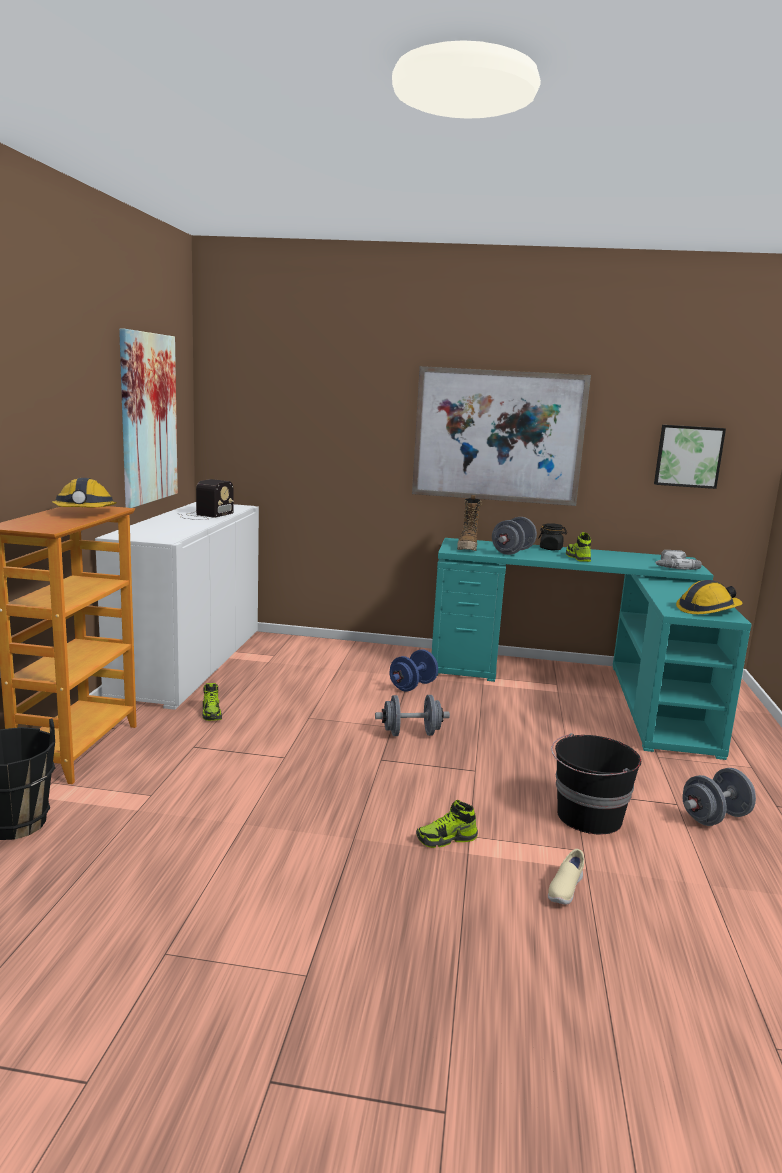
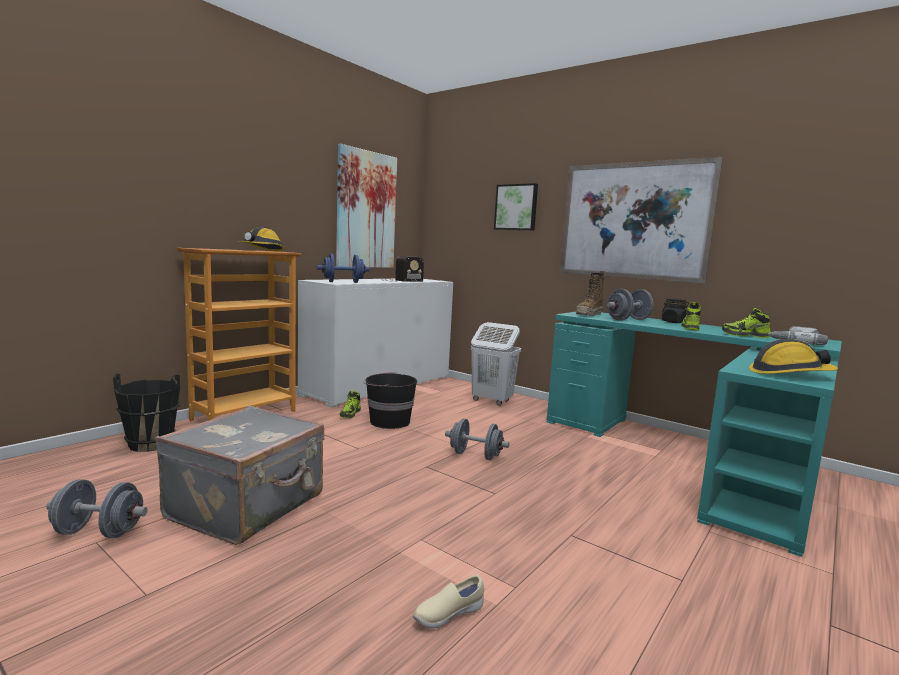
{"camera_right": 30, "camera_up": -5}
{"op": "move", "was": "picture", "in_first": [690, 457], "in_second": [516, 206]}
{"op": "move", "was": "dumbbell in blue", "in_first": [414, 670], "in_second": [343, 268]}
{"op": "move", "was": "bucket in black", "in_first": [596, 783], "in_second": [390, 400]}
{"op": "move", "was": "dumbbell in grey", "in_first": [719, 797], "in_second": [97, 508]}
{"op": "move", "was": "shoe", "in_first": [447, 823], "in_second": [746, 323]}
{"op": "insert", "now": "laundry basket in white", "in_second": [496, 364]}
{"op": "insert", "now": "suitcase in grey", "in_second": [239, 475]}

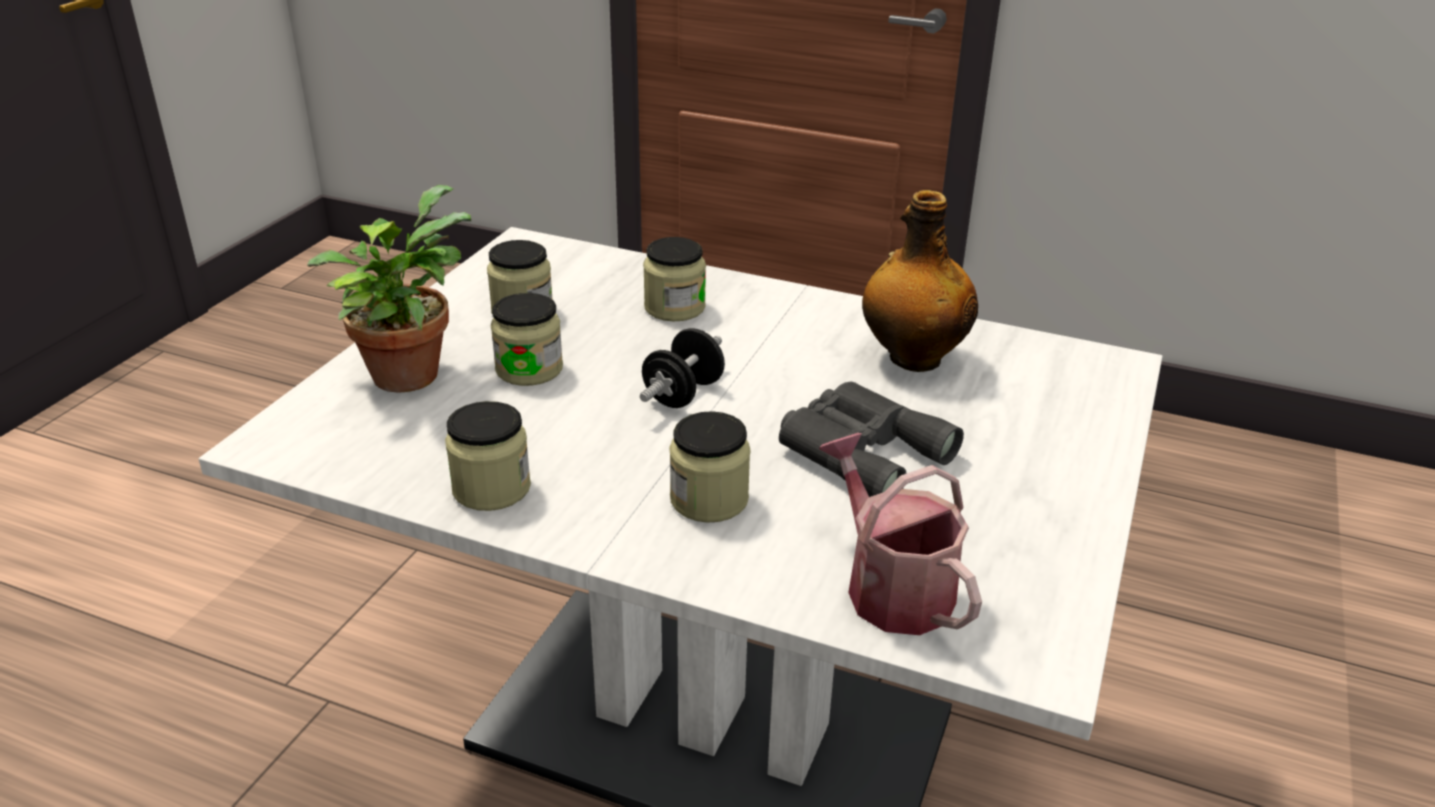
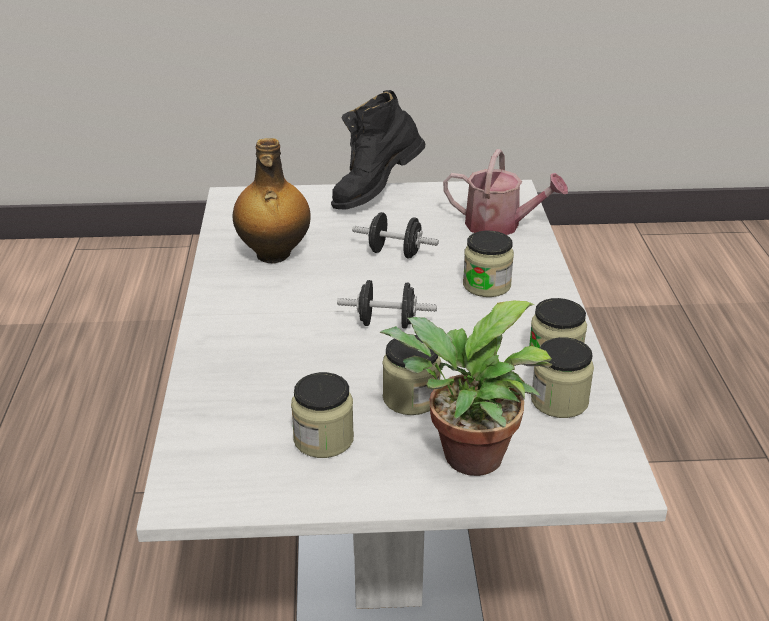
{"camera_right": -115, "camera_up": 0}
{"op": "move", "was": "jar", "in_first": [674, 279], "in_second": [562, 377]}
{"op": "replace", "was": "binoculars in grey", "now": "dumbbell in black", "in_first": [871, 439], "in_second": [395, 235]}
{"op": "rotate", "was": "watering can", "in_first": [900, 534], "in_second": [505, 192], "clockwise": -105}
{"op": "insert", "now": "boot in black", "in_second": [378, 149]}

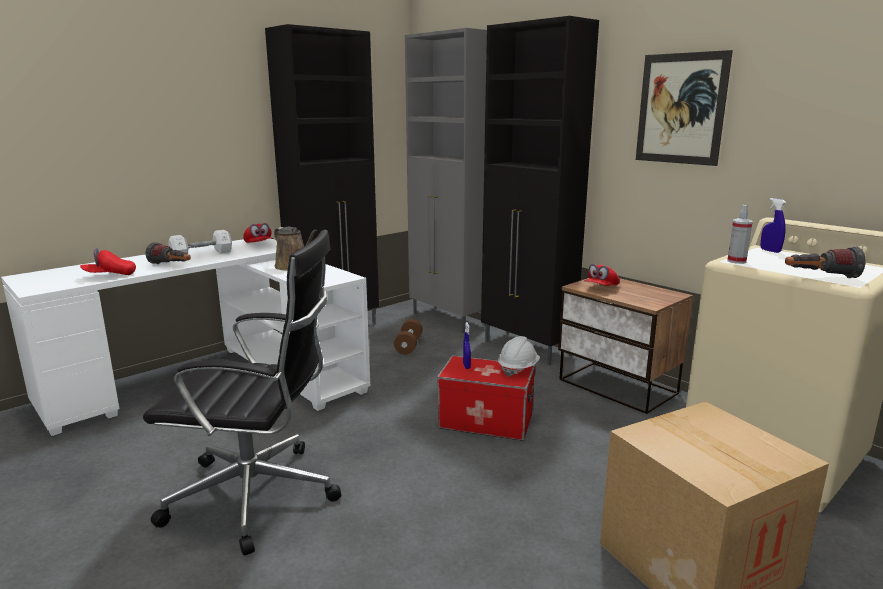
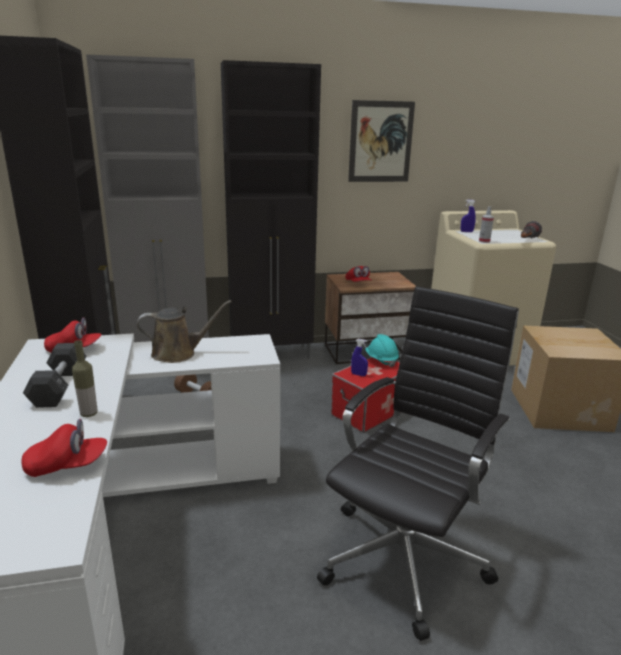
{"camera_right": -60, "camera_up": 5}
{"op": "recolor", "was": "dumbbell in white", "now": "dumbbell in black", "in_first": [200, 241], "in_second": [55, 375]}
{"op": "replace", "was": "flashlight", "now": "bottle", "in_first": [168, 253], "in_second": [84, 378]}
{"op": "rotate", "was": "cap in red", "in_first": [108, 261], "in_second": [64, 448], "clockwise": -105}
{"op": "recolor", "was": "hard hat in white", "now": "hard hat in turquoise", "in_first": [519, 356], "in_second": [382, 351]}

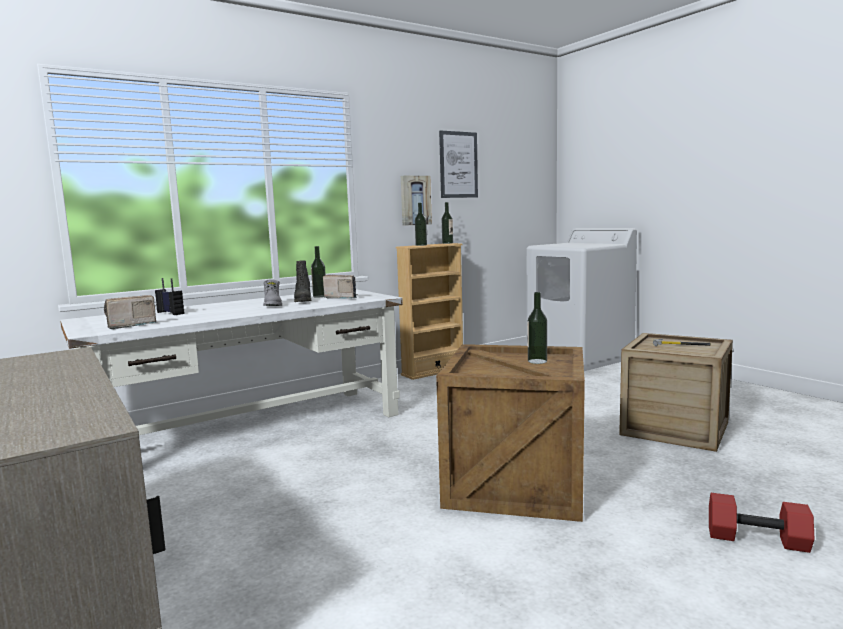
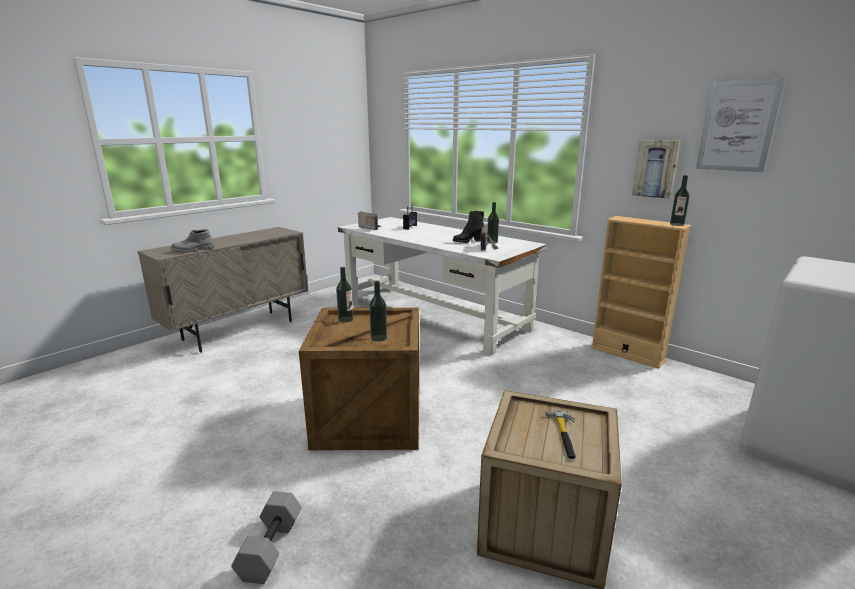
{"camera_right": 75, "camera_up": 10}
{"op": "move", "was": "bottle", "in_first": [421, 224], "in_second": [344, 295]}
{"op": "move", "was": "boot in grey", "in_first": [272, 293], "in_second": [192, 241]}
{"op": "recolor", "was": "dumbbell in red", "now": "dumbbell in grey", "in_first": [761, 523], "in_second": [266, 537]}

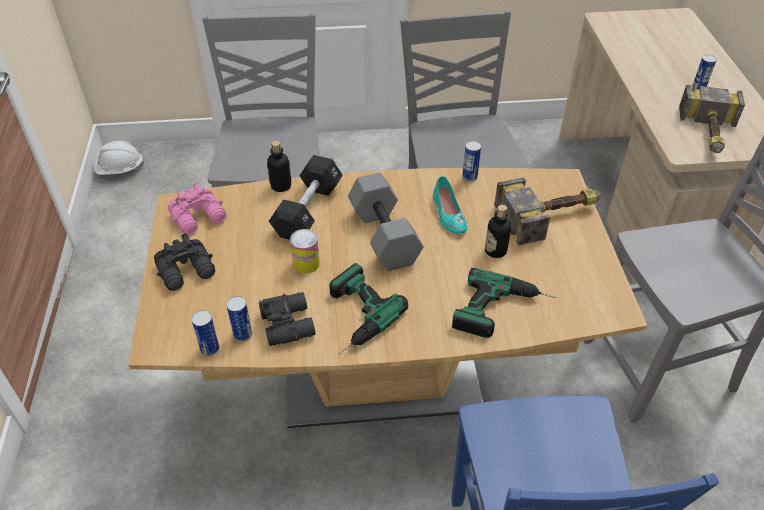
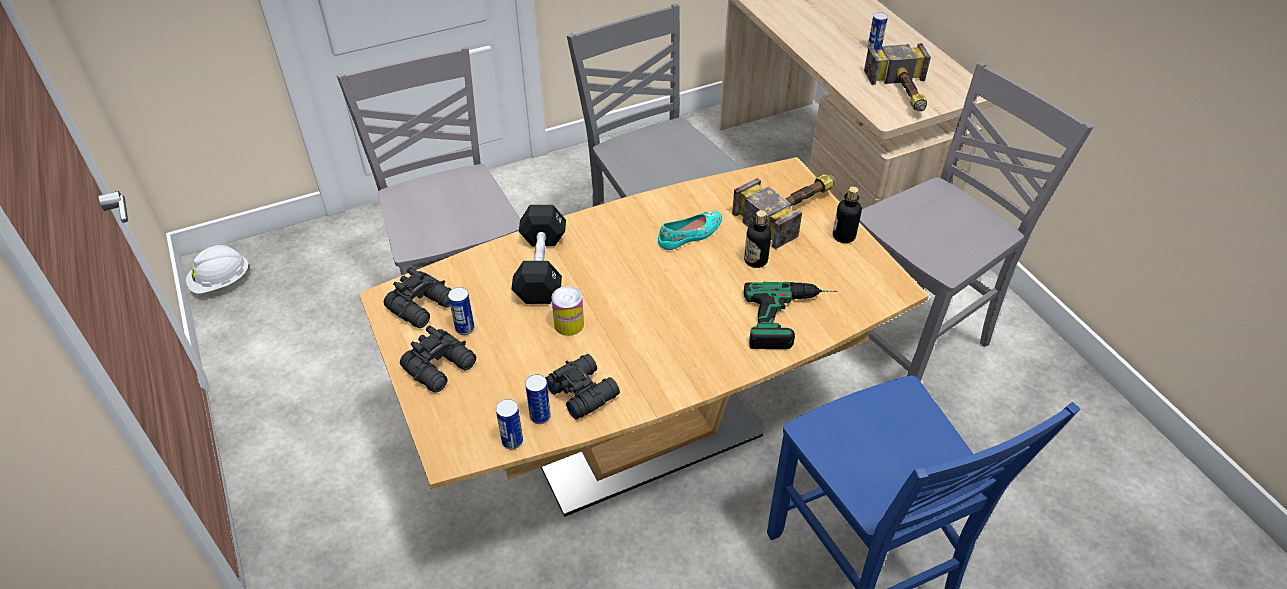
{"camera_right": -20, "camera_up": 0}
{"op": "move", "was": "bottle", "in_first": [279, 166], "in_second": [847, 214]}
{"op": "move", "was": "can", "in_first": [471, 161], "in_second": [461, 311]}
{"op": "delete", "was": "dumbbell in grey", "in_first": [386, 222]}
{"op": "rotate", "was": "shoe in turquoise", "in_first": [450, 205], "in_second": [690, 230], "clockwise": -90}
{"op": "recolor", "was": "binoculars in pink", "now": "binoculars in black", "in_first": [197, 209], "in_second": [418, 297]}
{"op": "delete", "was": "power drill", "in_first": [368, 308]}

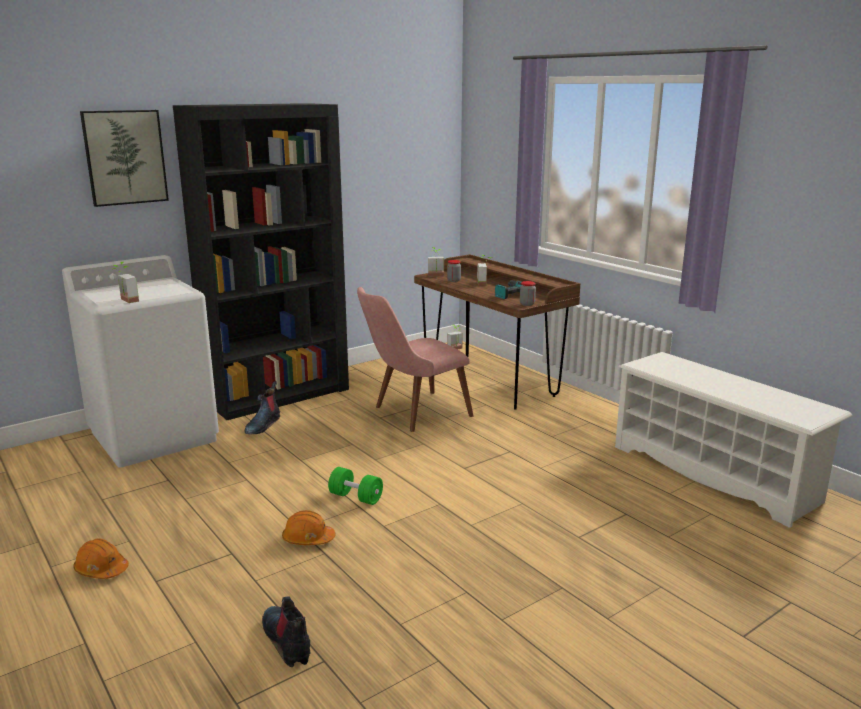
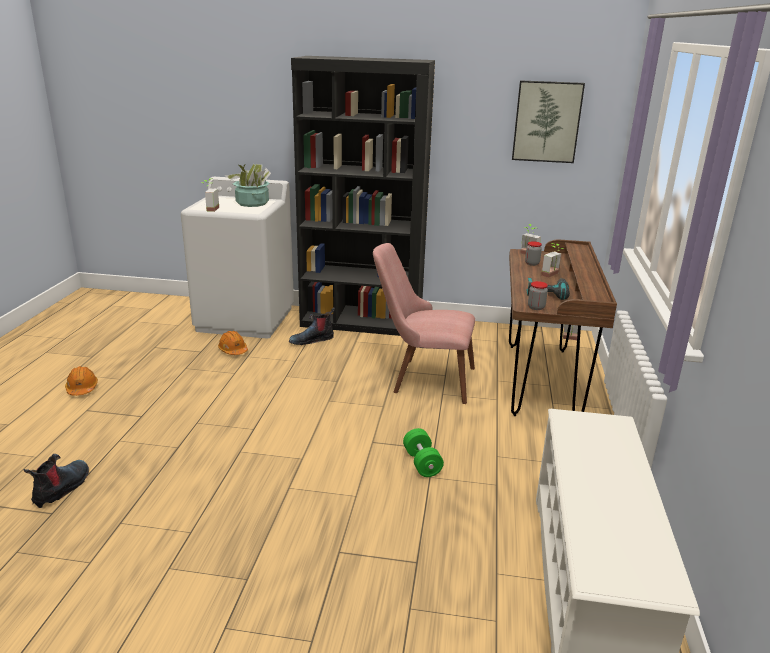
{"camera_right": 45, "camera_up": 5}
{"op": "move", "was": "picture", "in_first": [124, 158], "in_second": [548, 121]}
{"op": "move", "was": "dumbbell in green", "in_first": [355, 486], "in_second": [423, 452]}
{"op": "move", "was": "hard hat in orange", "in_first": [309, 527], "in_second": [233, 343]}
{"op": "insert", "now": "potted plant", "in_second": [248, 185]}

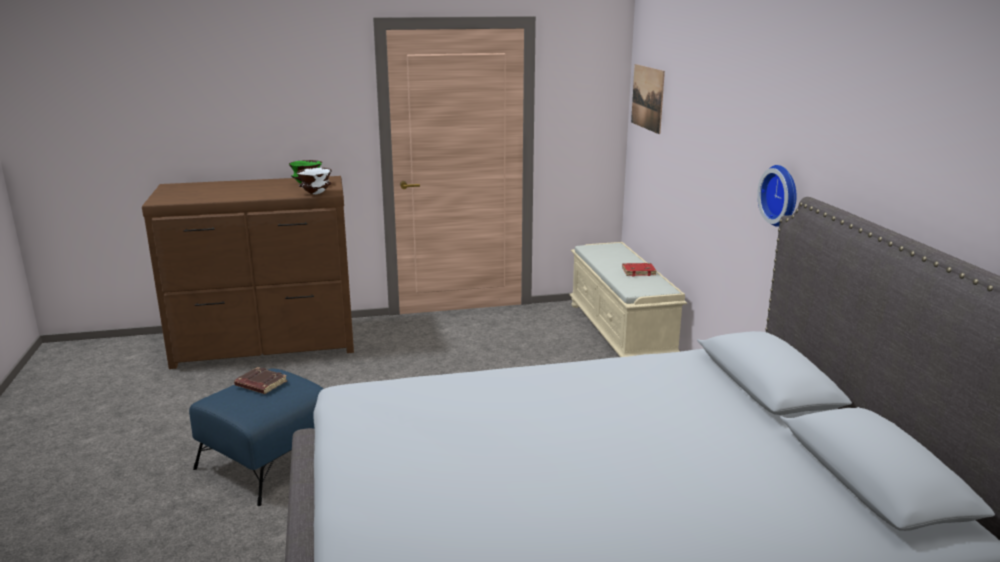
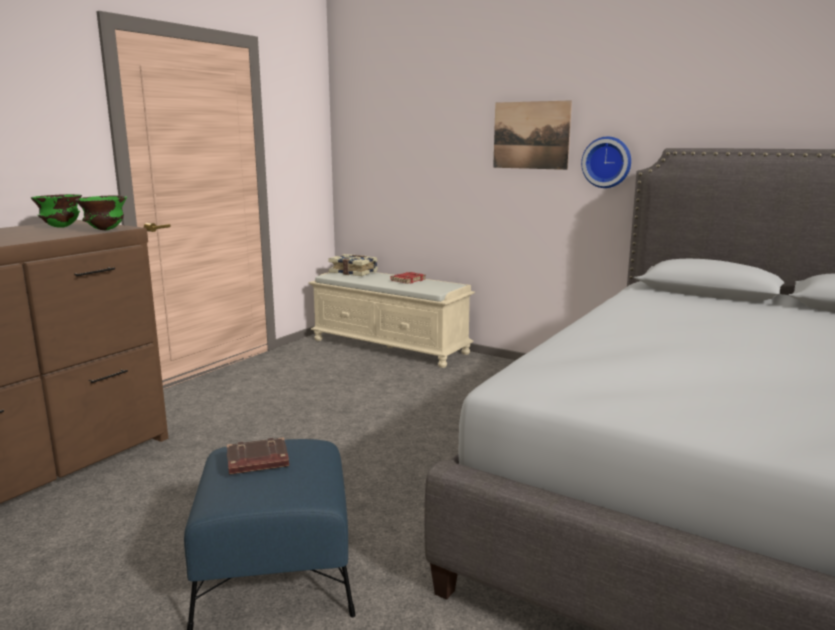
{"camera_right": -45, "camera_up": -5}
{"op": "move", "was": "picture", "in_first": [648, 99], "in_second": [532, 135]}
{"op": "recolor", "was": "bowl in white", "now": "bowl in green", "in_first": [314, 181], "in_second": [101, 212]}
{"op": "insert", "now": "book", "in_second": [353, 265]}

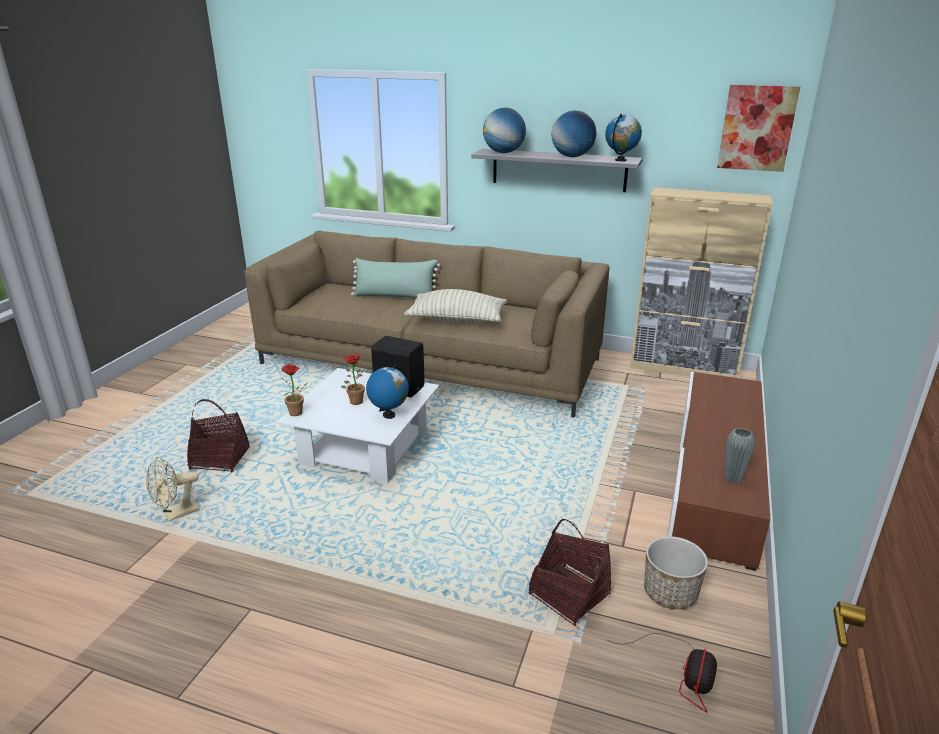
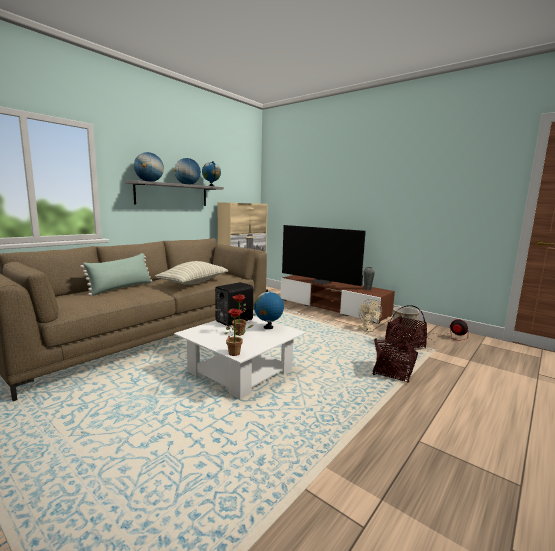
{"camera_right": -70, "camera_up": -15}
{"op": "delete", "was": "picture", "in_first": [758, 128]}
{"op": "move", "was": "basket", "in_first": [218, 436], "in_second": [395, 353]}
{"op": "move", "was": "fan in beige", "in_first": [173, 488], "in_second": [370, 315]}
{"op": "insert", "now": "television", "in_second": [324, 255]}

